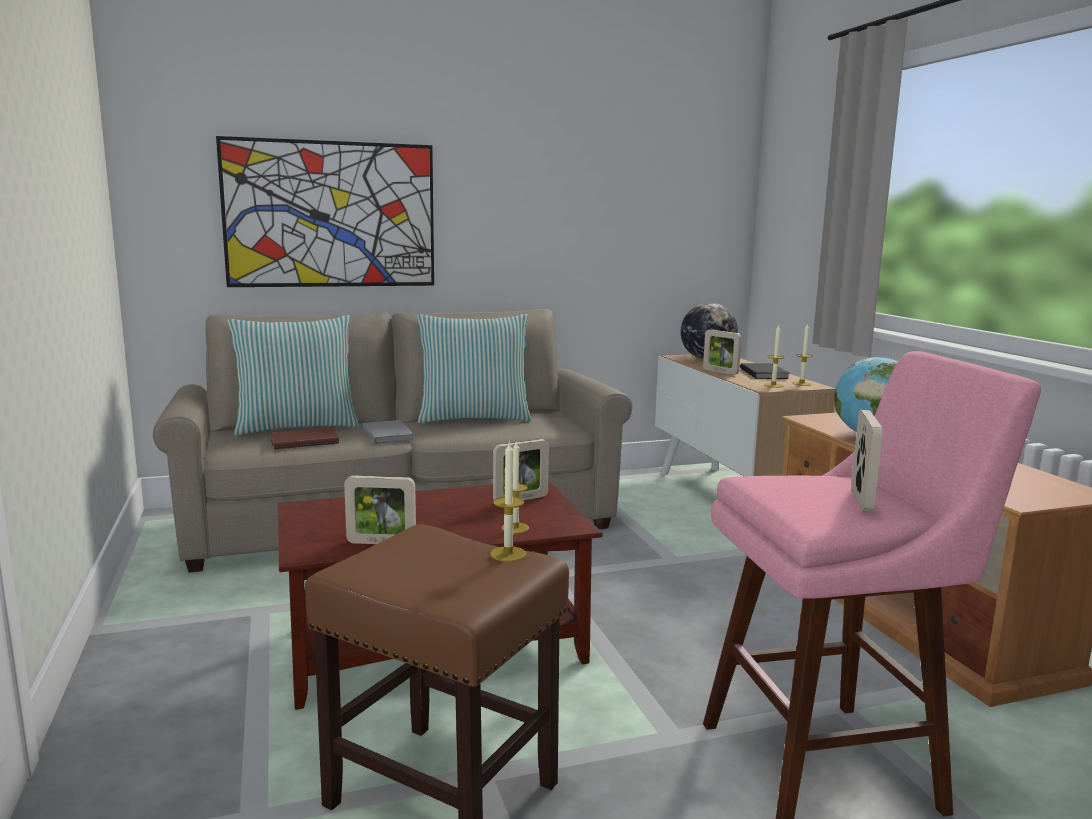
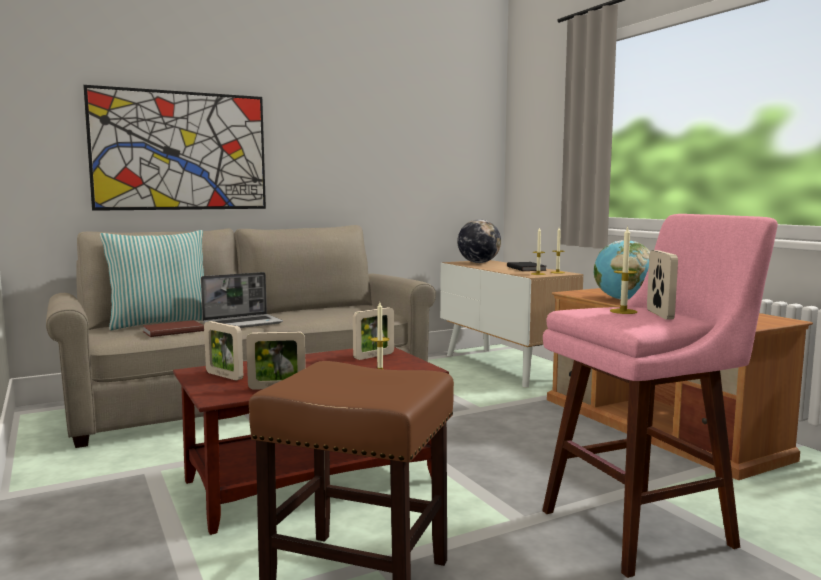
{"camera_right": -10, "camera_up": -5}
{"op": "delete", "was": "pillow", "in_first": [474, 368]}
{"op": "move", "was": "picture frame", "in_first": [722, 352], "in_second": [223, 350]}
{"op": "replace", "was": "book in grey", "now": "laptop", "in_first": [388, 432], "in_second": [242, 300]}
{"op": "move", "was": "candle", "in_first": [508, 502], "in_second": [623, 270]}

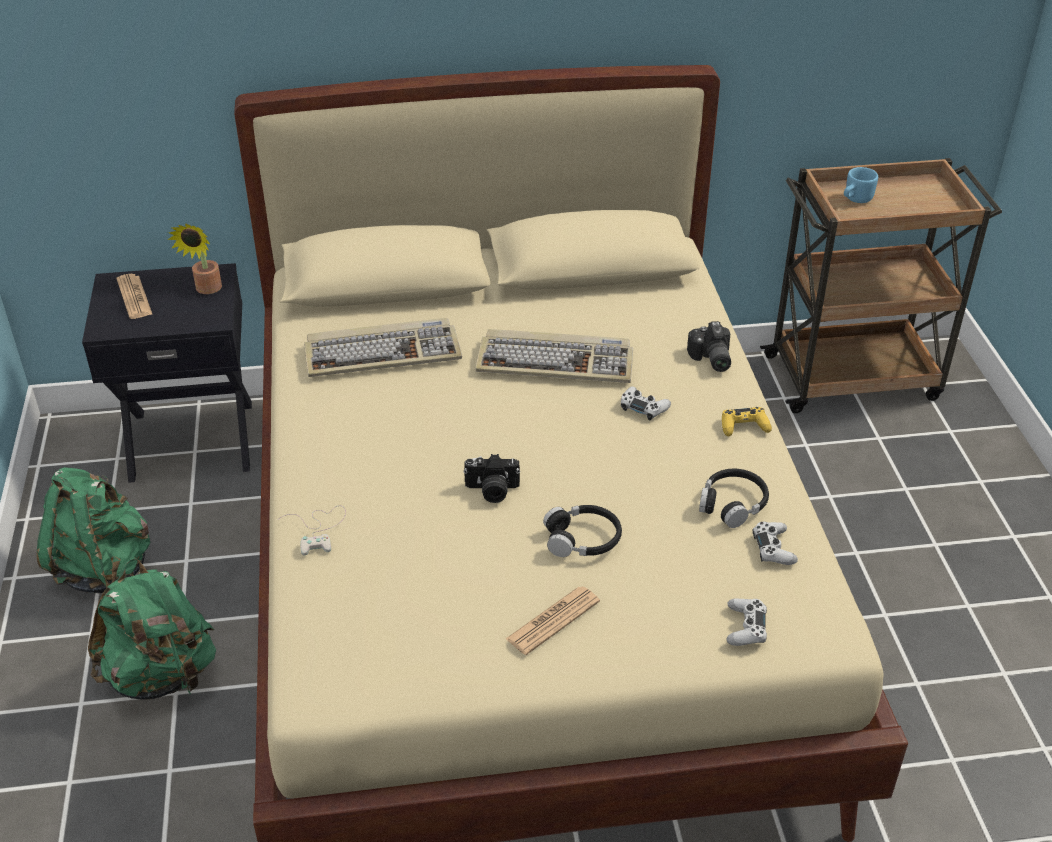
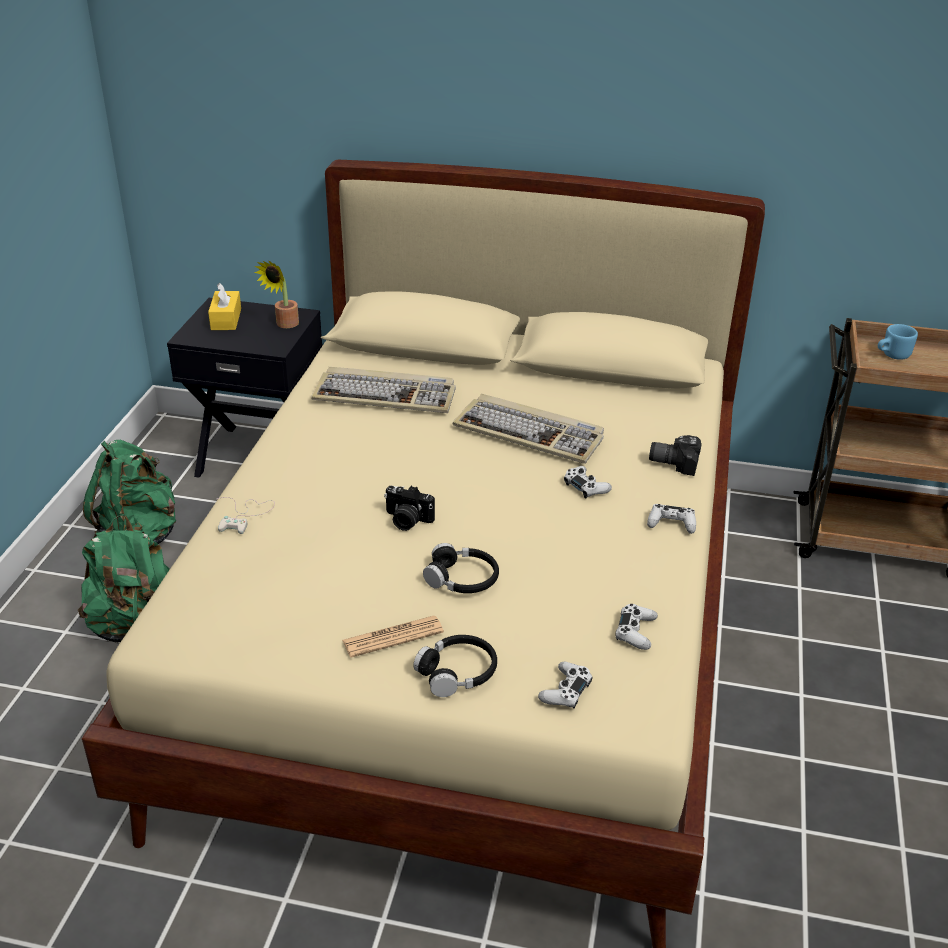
{"camera_right": 20, "camera_up": -5}
{"op": "replace", "was": "newspaper", "now": "tissue box in yellow", "in_first": [134, 296], "in_second": [224, 306]}
{"op": "rotate", "was": "photo camera", "in_first": [709, 346], "in_second": [675, 455], "clockwise": 90}
{"op": "recolor", "was": "game controller in yellow", "now": "game controller in white", "in_first": [747, 421], "in_second": [671, 519]}
{"op": "move", "was": "headphones in black", "in_first": [734, 498], "in_second": [455, 666]}

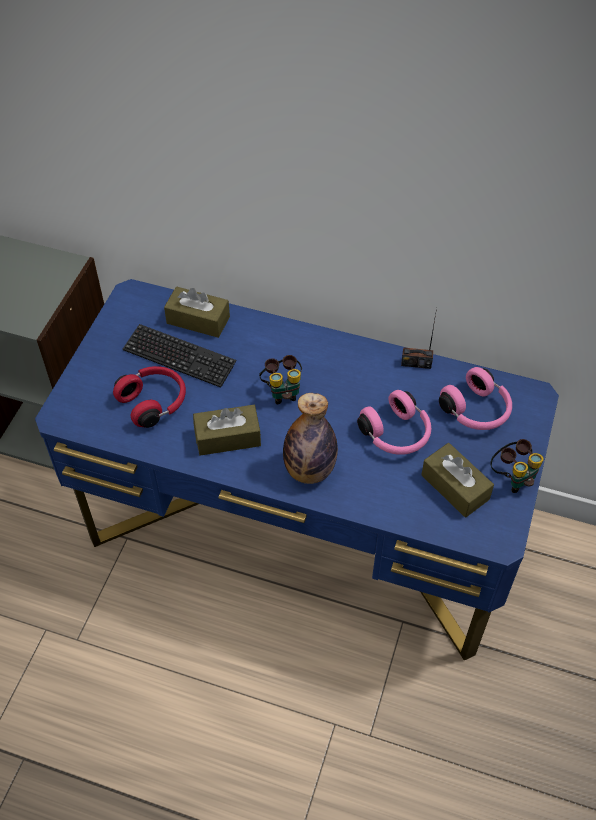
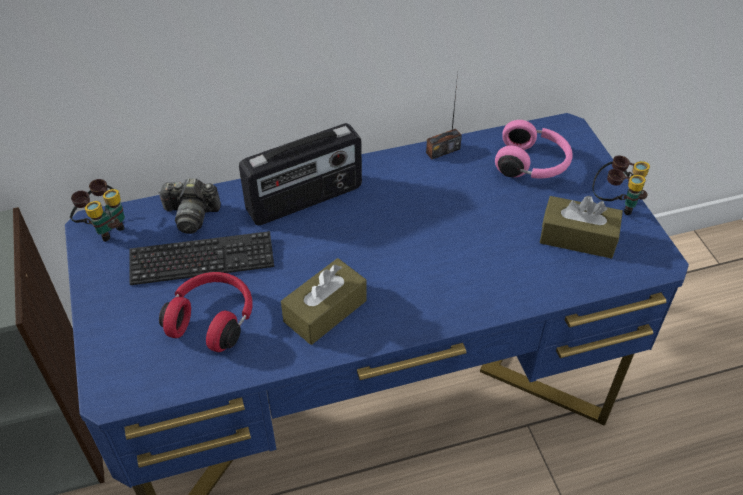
{"camera_right": -35, "camera_up": -5}
{"op": "replace", "was": "tissue box in brown", "now": "photo camera", "in_first": [197, 312], "in_second": [189, 206]}
{"op": "move", "was": "binoculars", "in_first": [280, 379], "in_second": [97, 210]}
{"op": "delete", "was": "headphones in pink", "in_first": [394, 422]}
{"op": "delete", "was": "bottle", "in_first": [310, 438]}
{"op": "insert", "now": "radio", "in_second": [300, 174]}

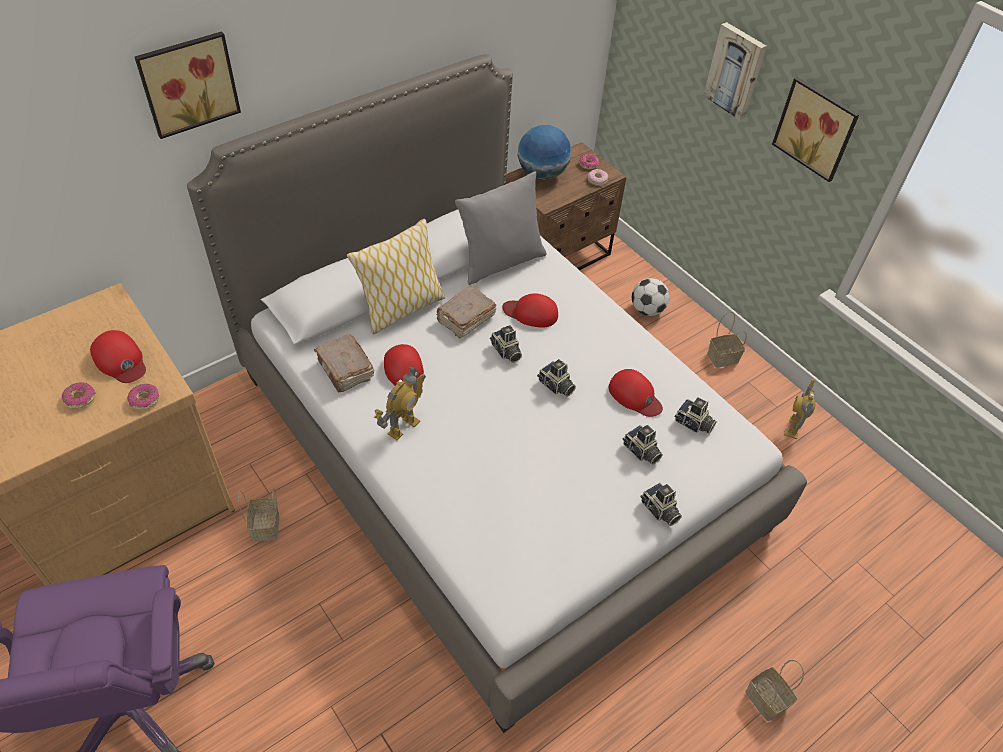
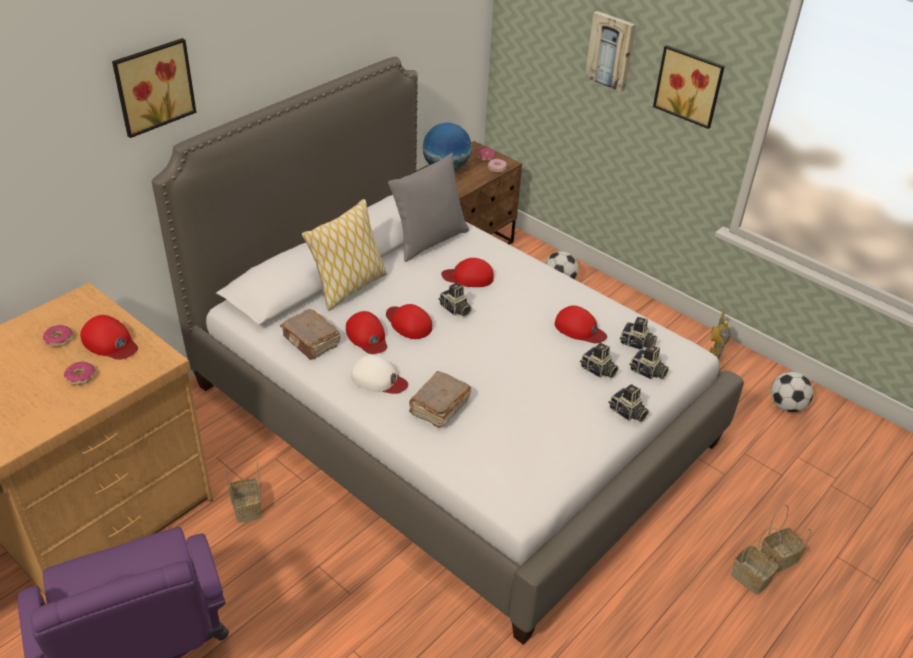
{"camera_right": -10, "camera_up": -10}
{"op": "move", "was": "book in brown", "in_first": [466, 312], "in_second": [440, 399]}
{"op": "move", "was": "basket", "in_first": [727, 339], "in_second": [786, 538]}
{"op": "move", "was": "photo camera", "in_first": [556, 378], "in_second": [649, 362]}
{"op": "replace", "was": "toy robot", "now": "cap in white", "in_first": [400, 403], "in_second": [379, 374]}
{"op": "move", "was": "donut", "in_first": [143, 397], "in_second": [58, 336]}
{"op": "insert", "now": "cap in red", "in_second": [409, 321]}
{"op": "insert", "now": "football", "in_second": [792, 392]}

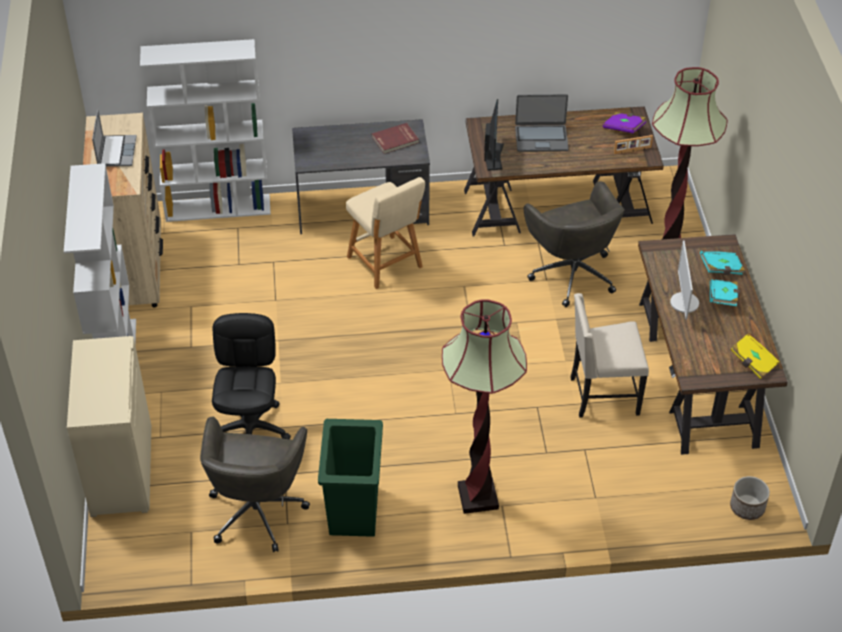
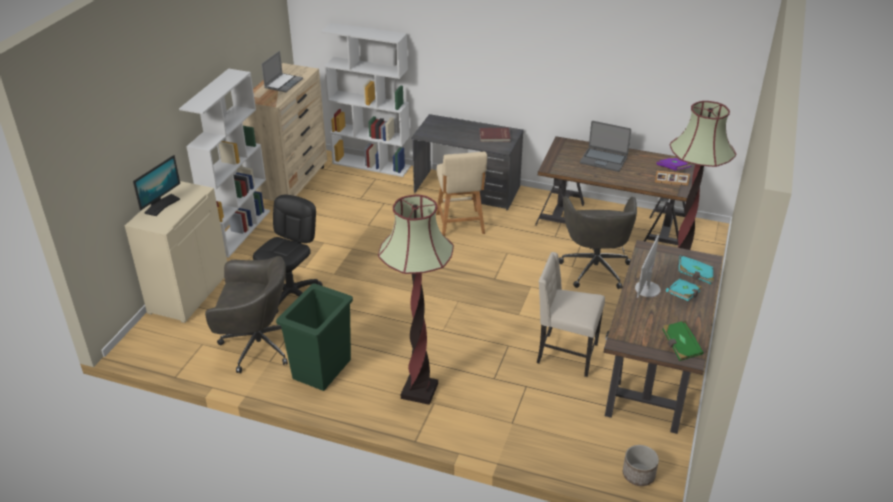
{"camera_right": 25, "camera_up": -10}
{"op": "move", "was": "monitor", "in_first": [494, 135], "in_second": [156, 185]}
{"op": "recolor", "was": "book in yellow", "now": "book in green", "in_first": [754, 356], "in_second": [683, 341]}
{"op": "rotate", "was": "office chair in grey", "in_first": [255, 484], "in_second": [246, 314], "clockwise": -120}

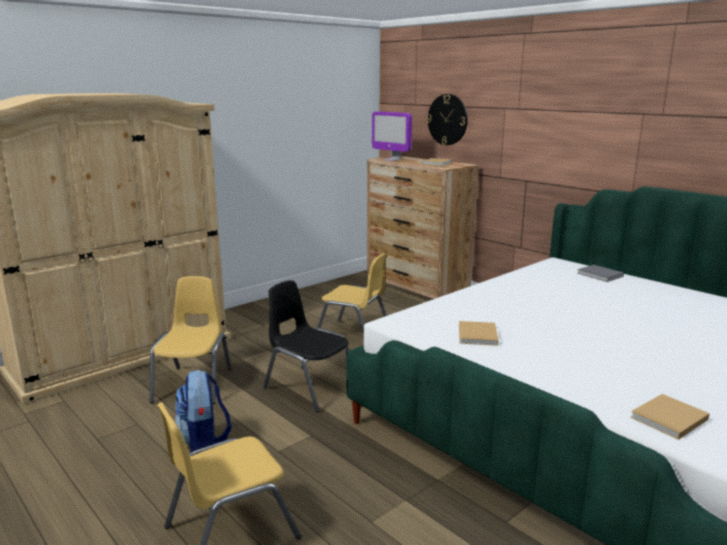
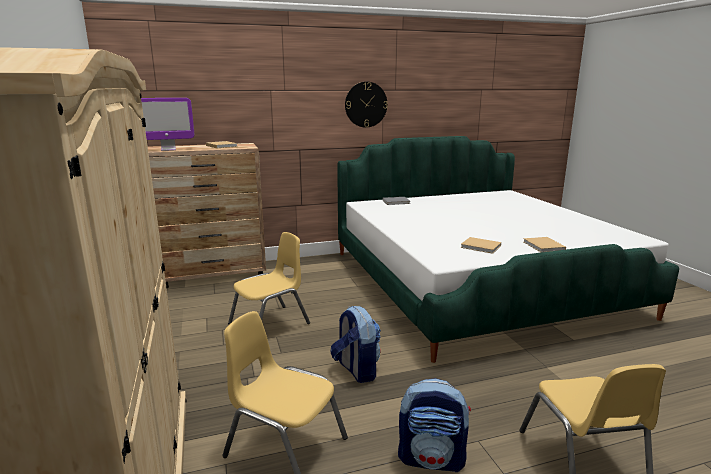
{"camera_right": -65, "camera_up": 0}
{"op": "move", "was": "wall clock", "in_first": [447, 119], "in_second": [366, 105]}
{"op": "replace", "was": "chair in black", "now": "backpack", "in_first": [306, 346], "in_second": [355, 344]}
{"op": "move", "was": "book in beige", "in_first": [670, 417], "in_second": [544, 244]}

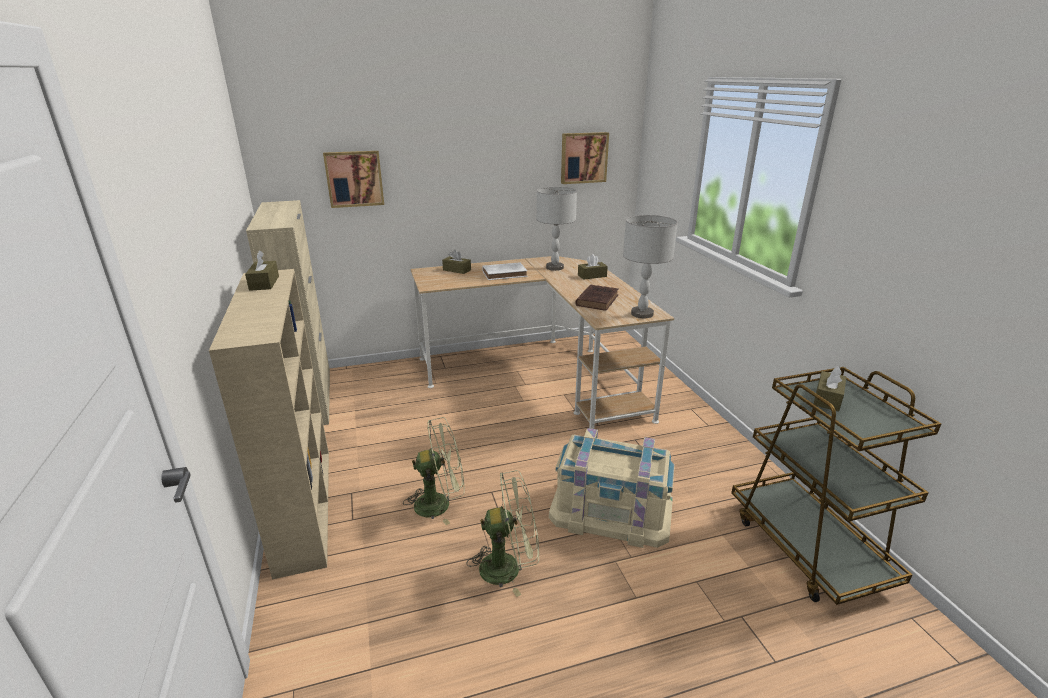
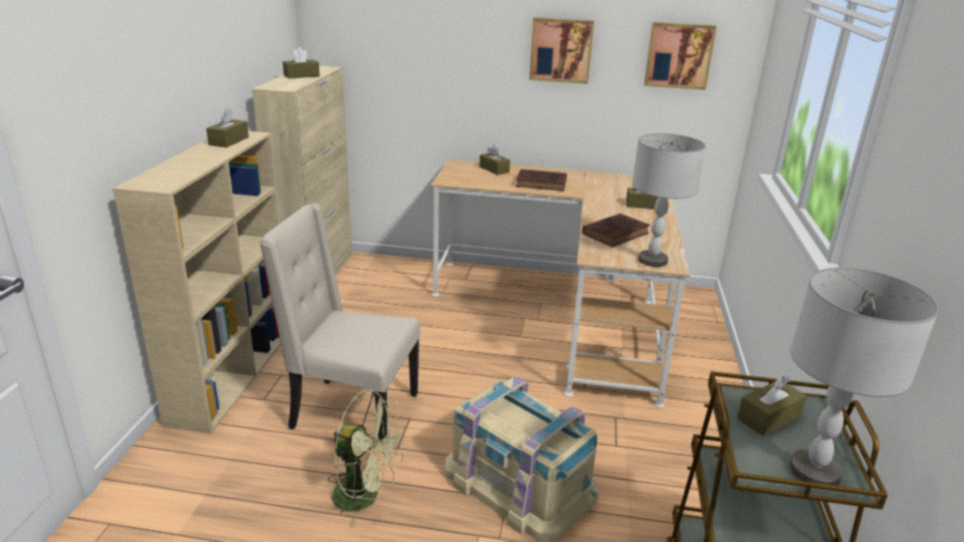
{"camera_right": 25, "camera_up": 0}
{"op": "move", "was": "picture", "in_first": [353, 179], "in_second": [561, 50]}
{"op": "move", "was": "table lamp in grey", "in_first": [556, 229], "in_second": [864, 376]}
{"op": "recolor", "was": "book in white", "now": "book in brown", "in_first": [504, 271], "in_second": [541, 180]}
{"op": "replace", "was": "fan in green", "now": "chair in beige", "in_first": [434, 471], "in_second": [340, 322]}
{"op": "insert", "now": "tissue box in brown", "in_second": [301, 63]}

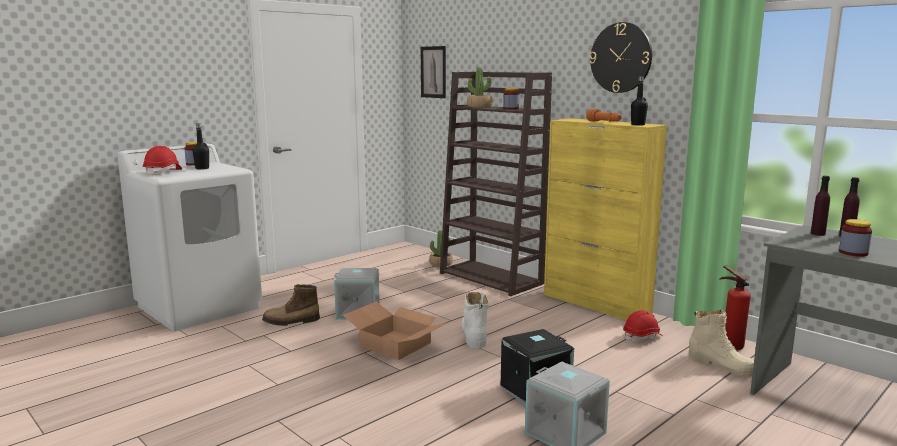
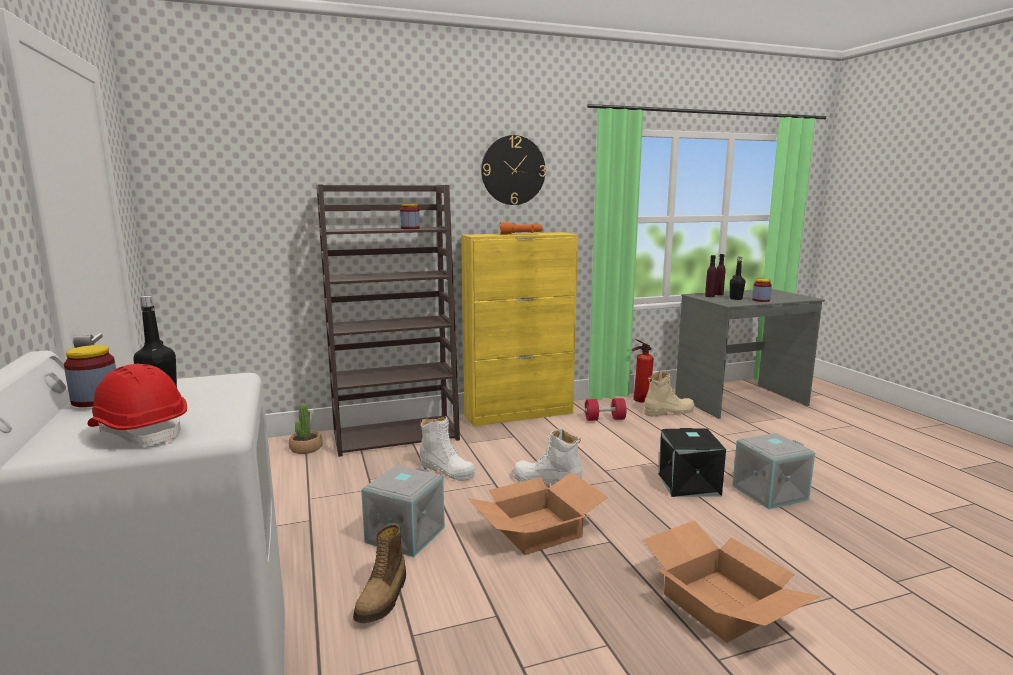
{"camera_right": -65, "camera_up": 0}
{"op": "delete", "was": "picture", "in_first": [433, 72]}
{"op": "delete", "was": "potted plant", "in_first": [480, 87]}
{"op": "move", "was": "bottle in black", "in_first": [639, 101], "in_second": [737, 278]}
{"op": "replace", "was": "hard hat in red", "now": "dumbbell in red", "in_first": [643, 326], "in_second": [605, 409]}
{"op": "insert", "now": "boot in white", "in_second": [447, 448]}
{"op": "insert", "now": "cardboard box", "in_second": [732, 581]}

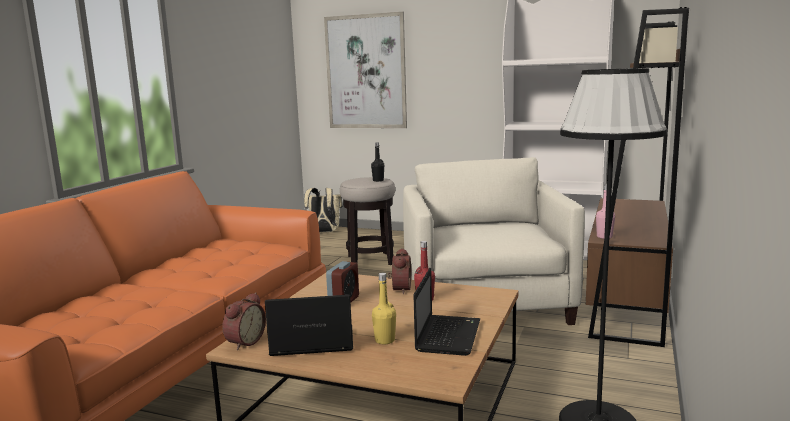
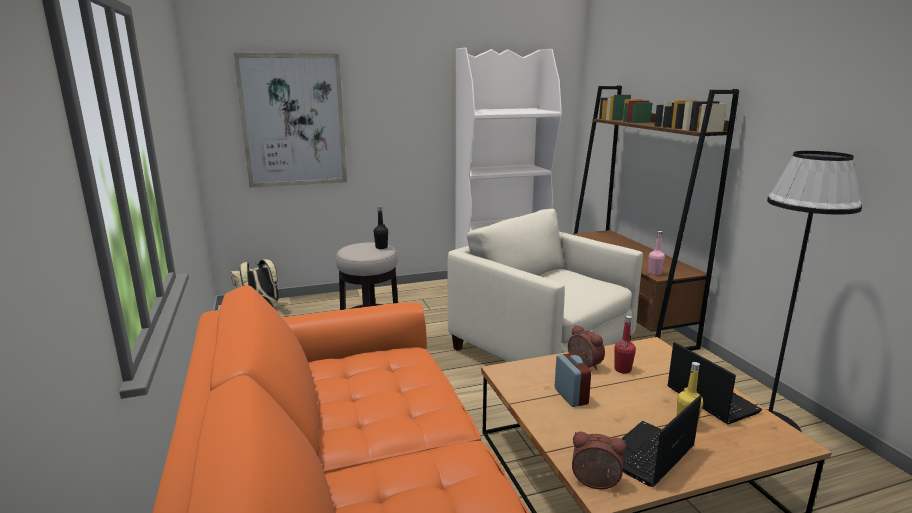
{"camera_right": -40, "camera_up": 5}
{"op": "rotate", "was": "alarm clock", "in_first": [244, 321], "in_second": [599, 460], "clockwise": -60}

